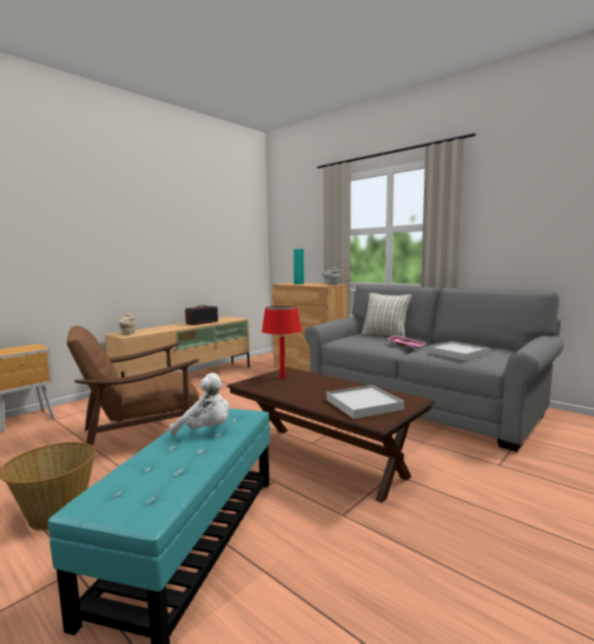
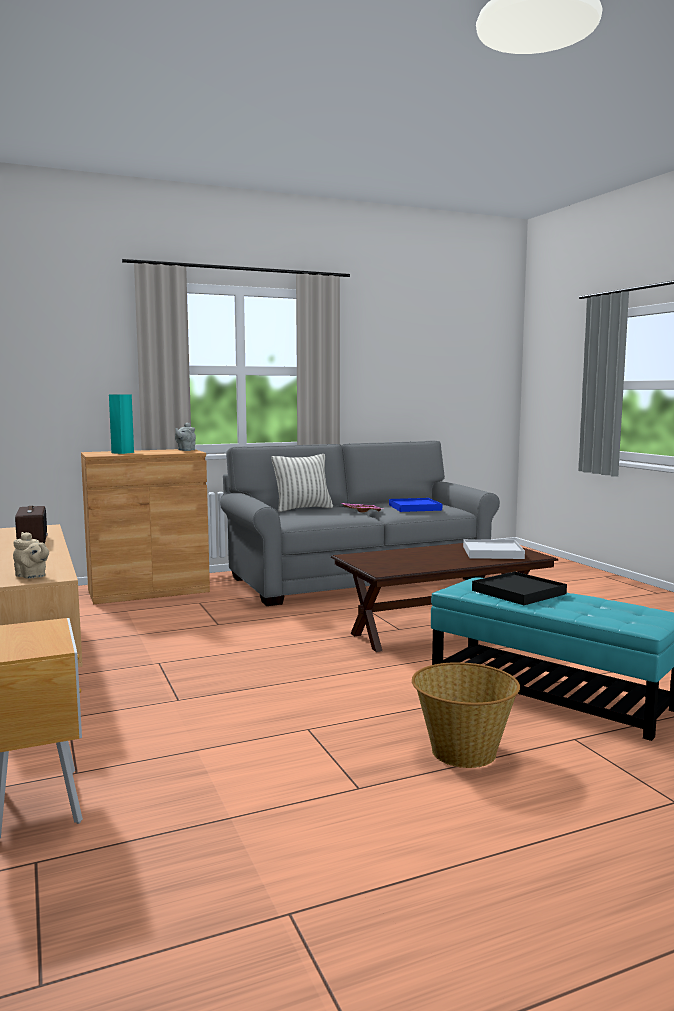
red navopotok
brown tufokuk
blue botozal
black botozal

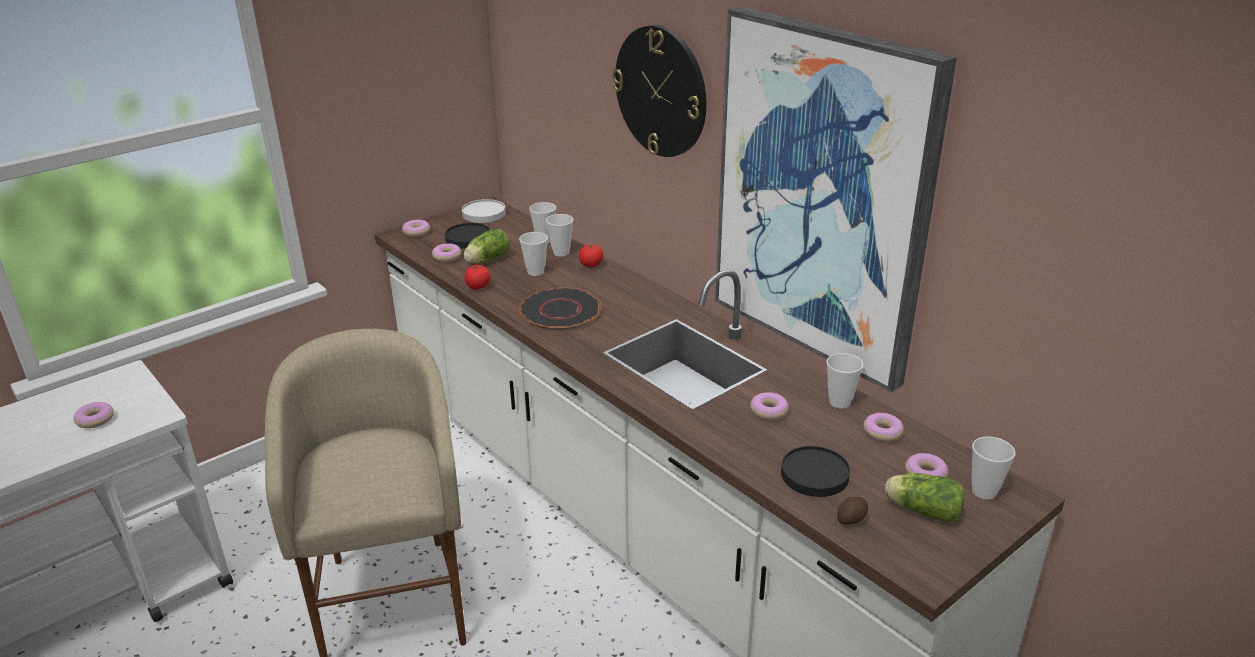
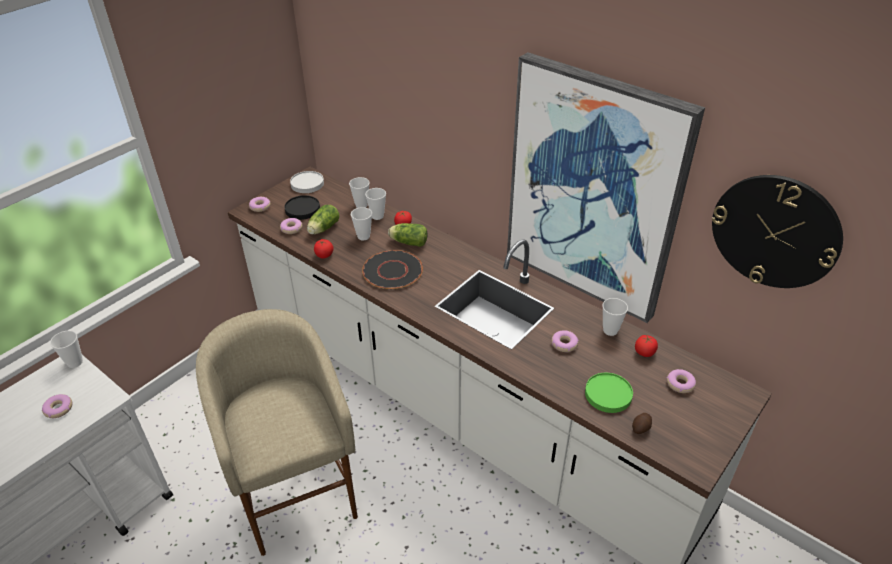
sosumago
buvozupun (3rd from left)
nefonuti (1st from left)
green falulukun
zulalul (2nd from left)

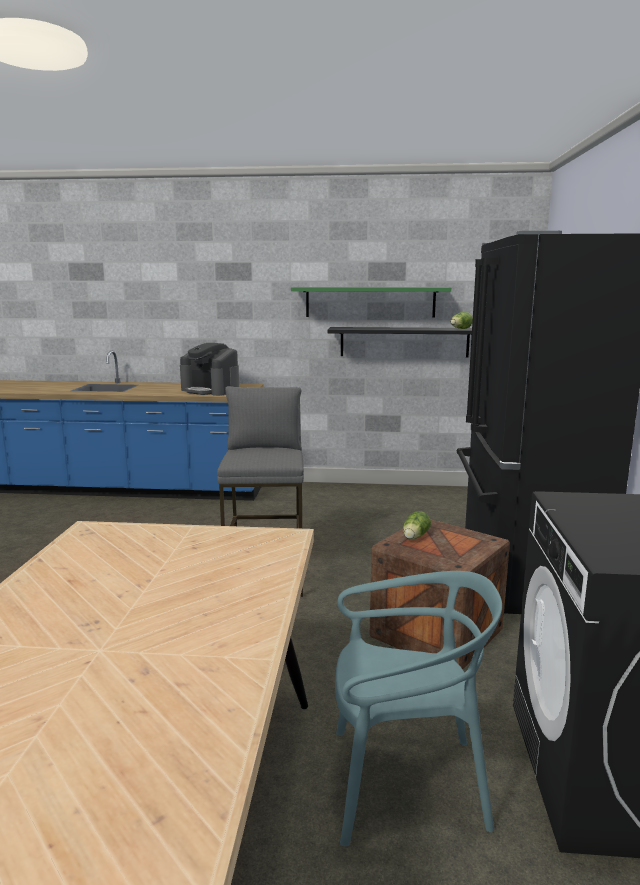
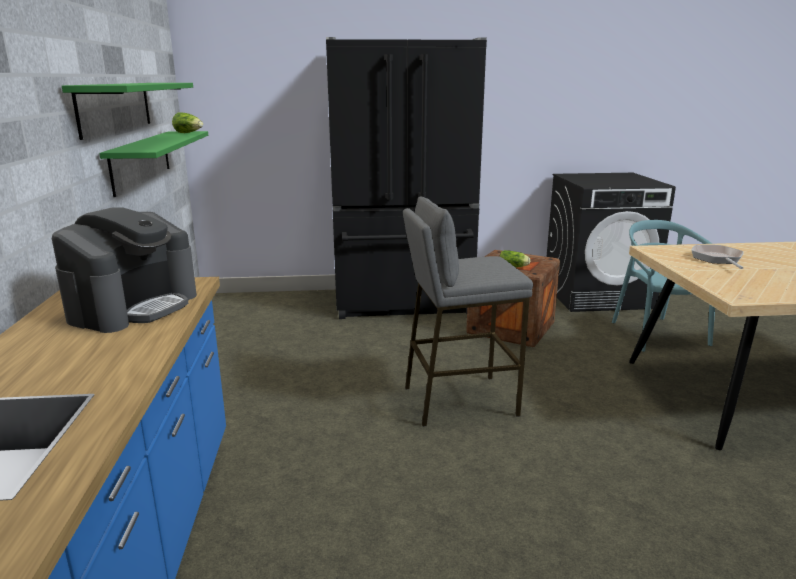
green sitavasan (2nd from left)
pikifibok

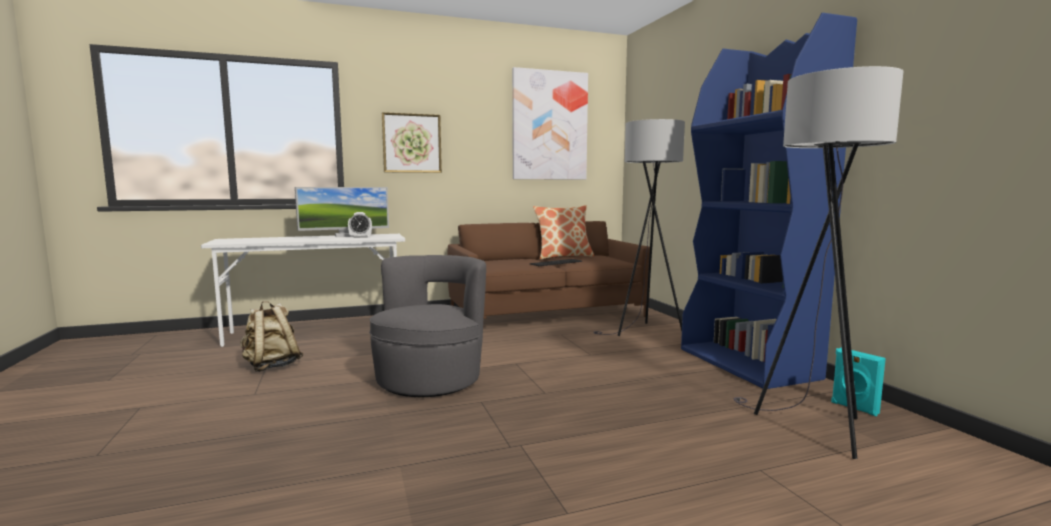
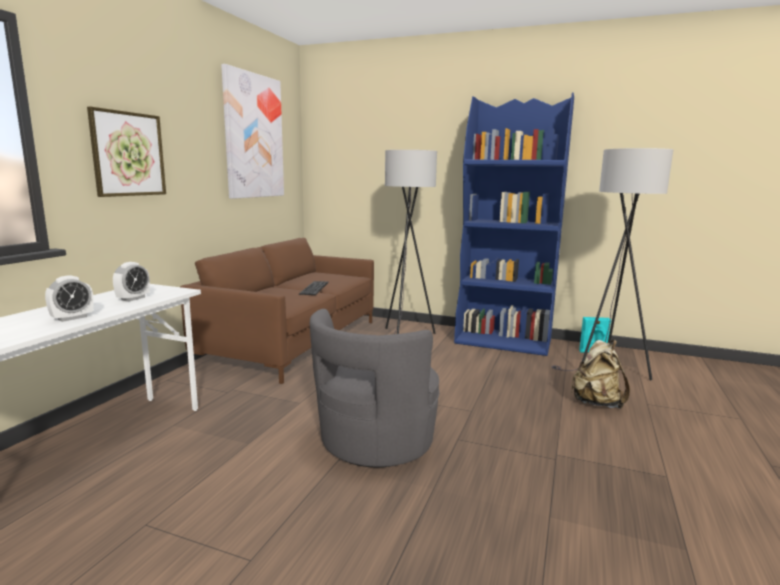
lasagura
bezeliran
grey tufokuk
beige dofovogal
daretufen (1st from left)

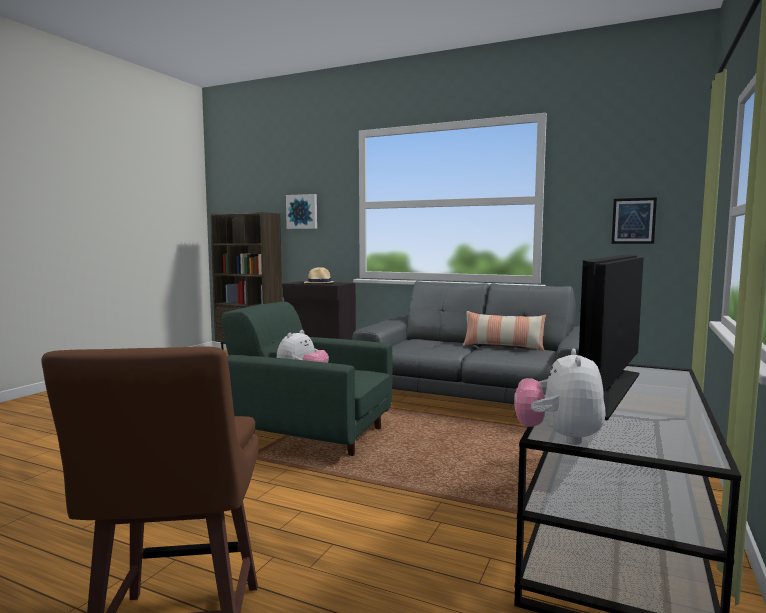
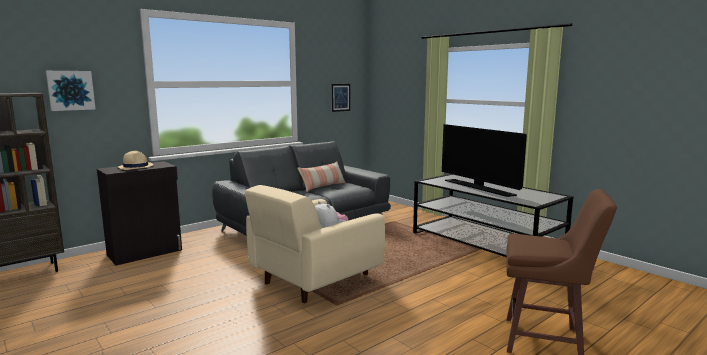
beige tufokuk
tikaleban (2nd from left in the first image)

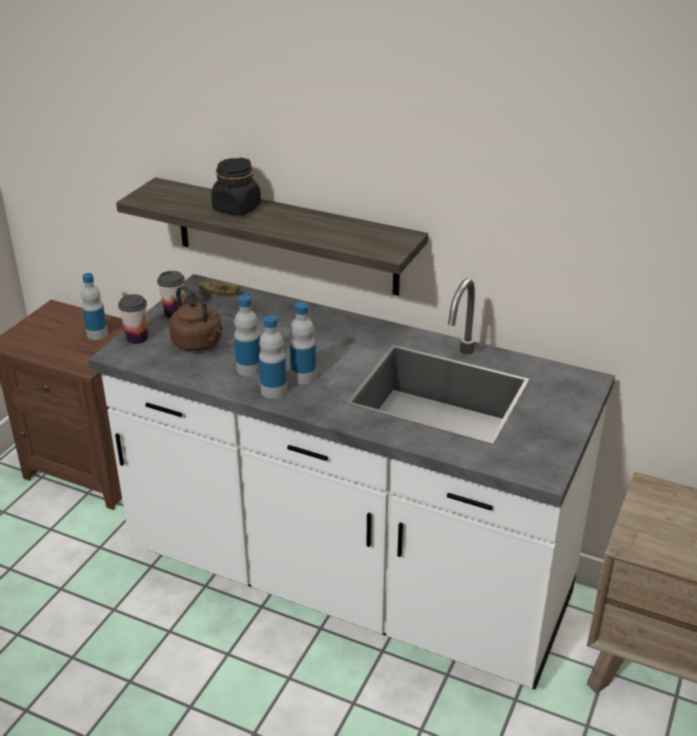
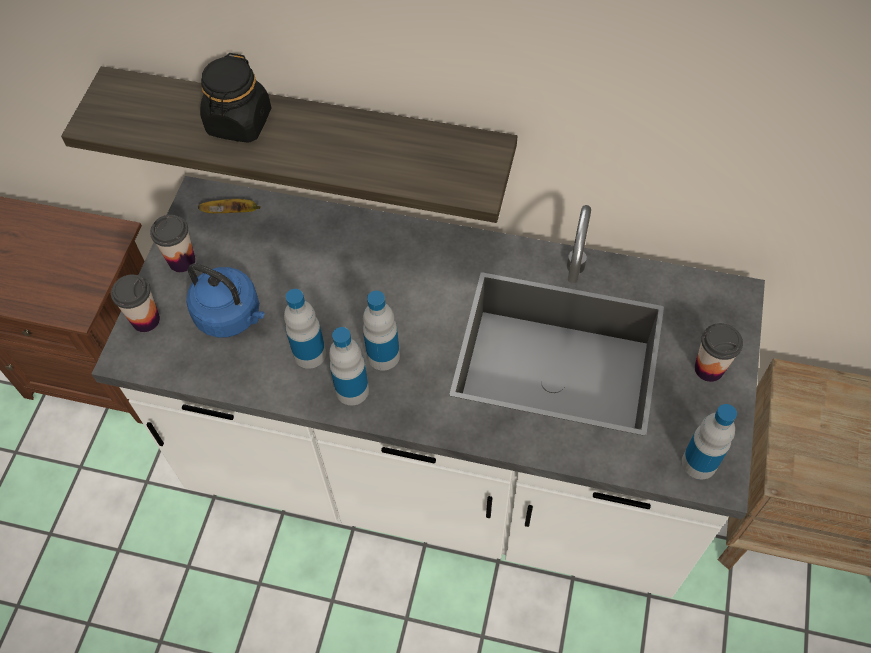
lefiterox (4th from left)
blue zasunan
nefonuti (3rd from left)

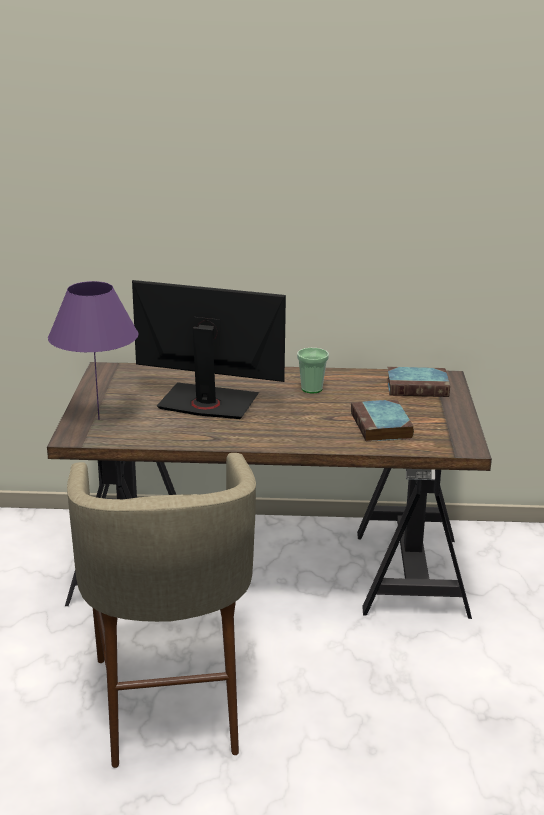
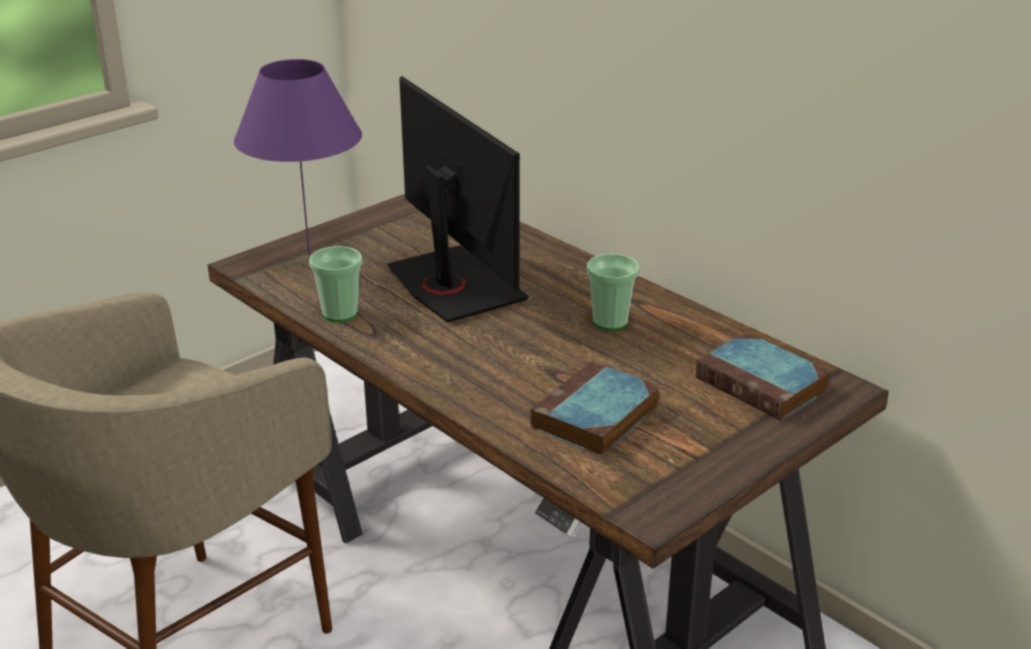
nefonuti (1st from left)

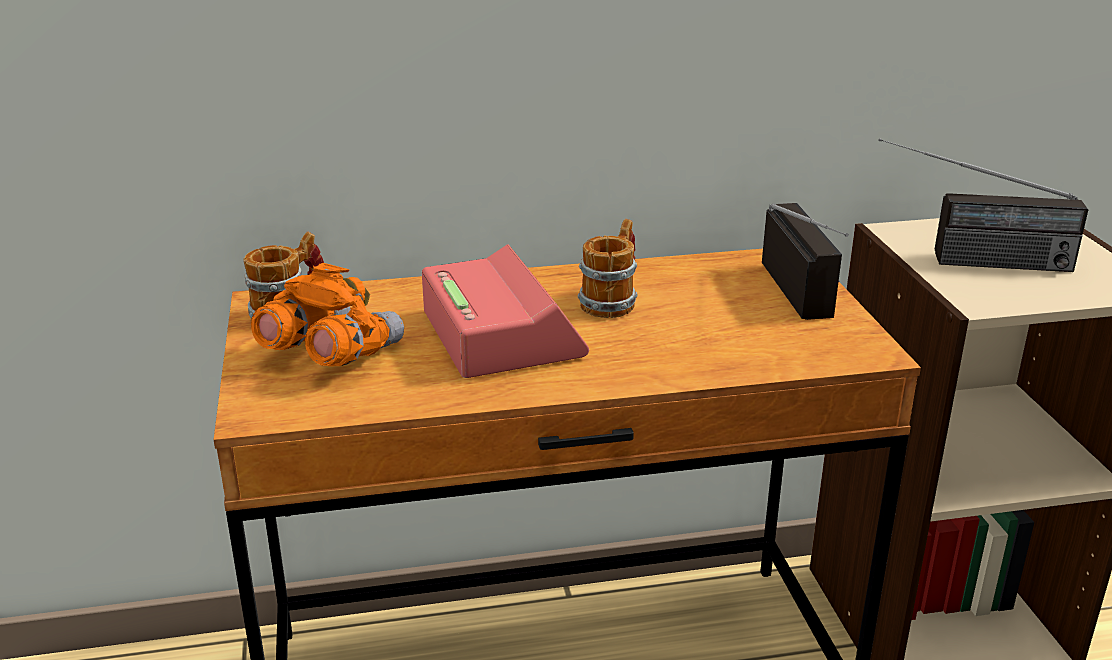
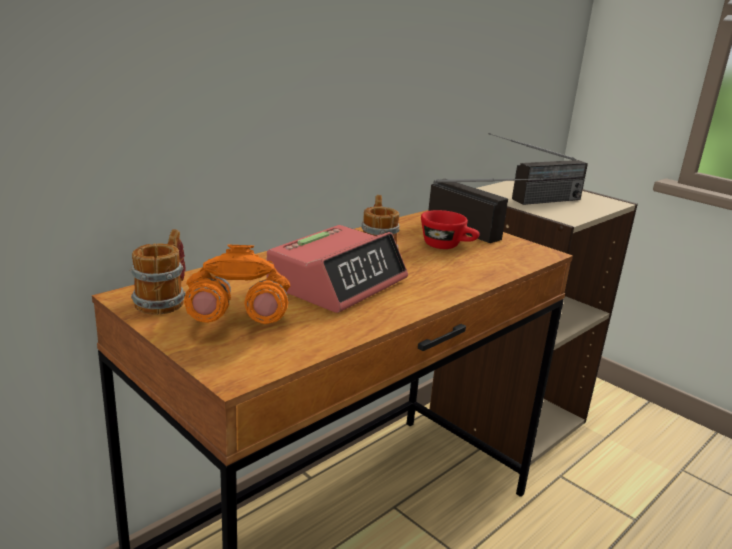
daretufen
red nefonuti

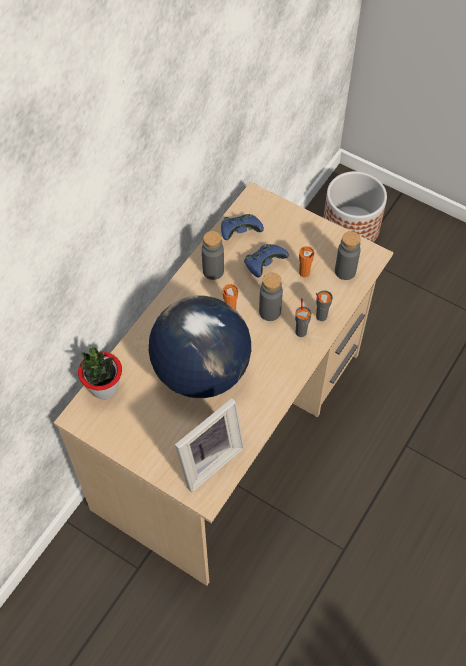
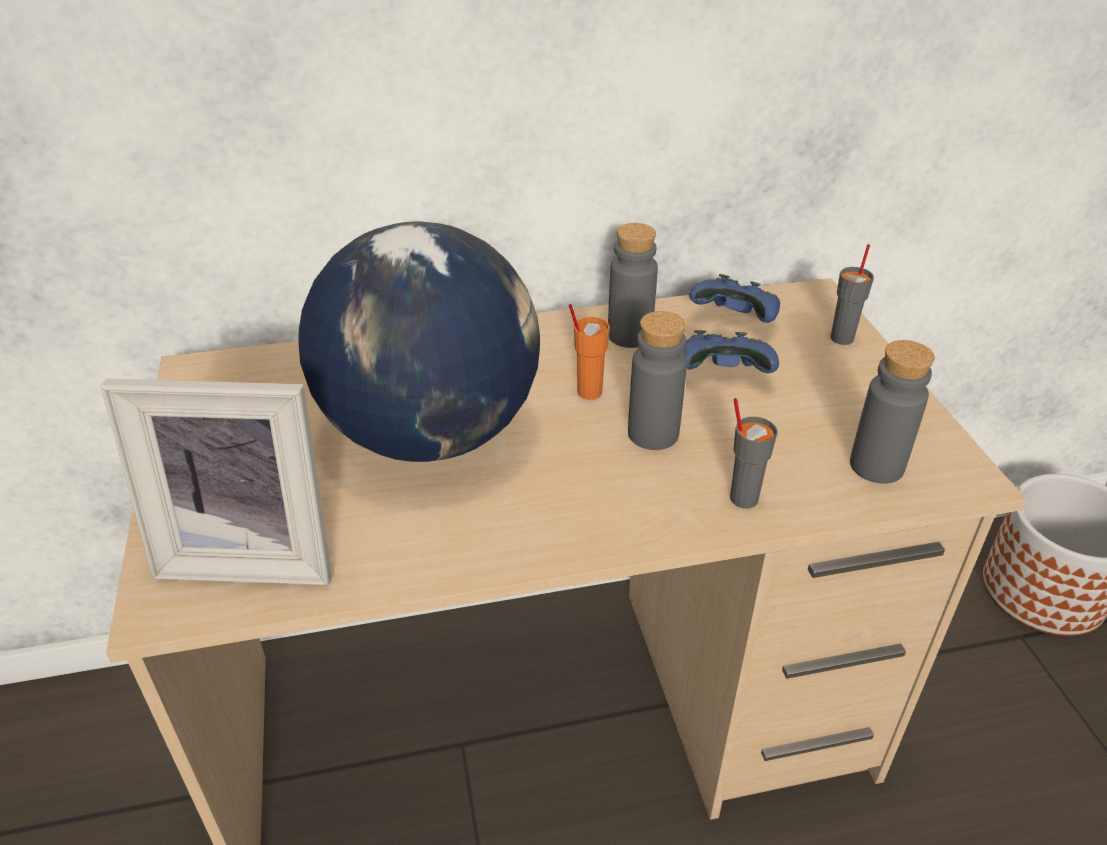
orange nefonuti (2nd from left in the first image)
grey nefonuti (2nd from left)
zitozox

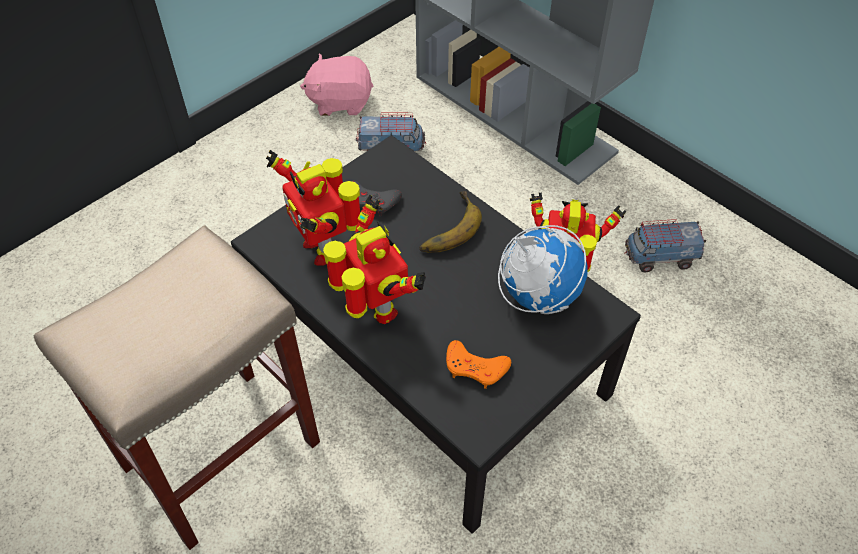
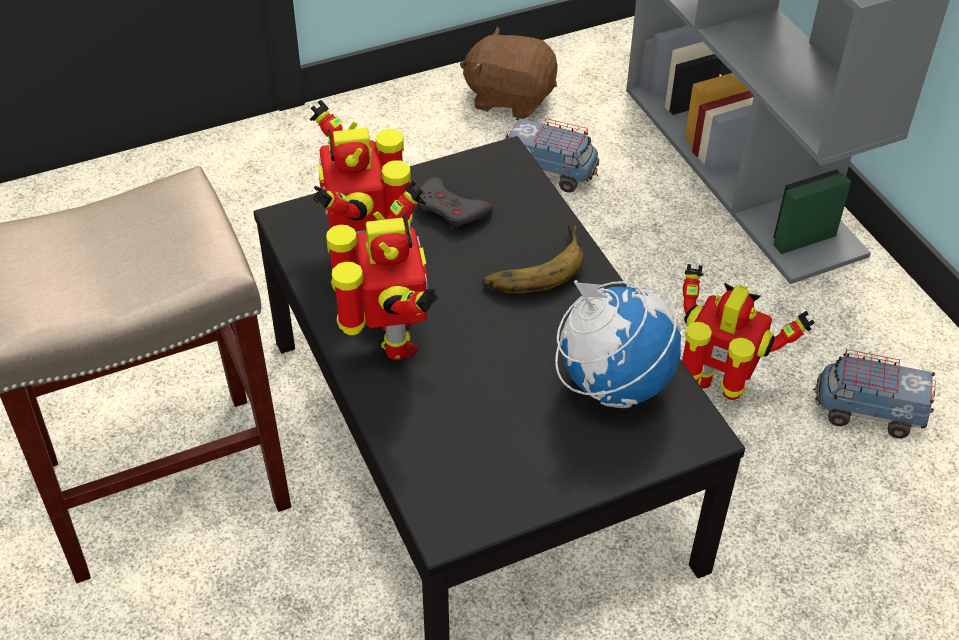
brown tikaleban
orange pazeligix

